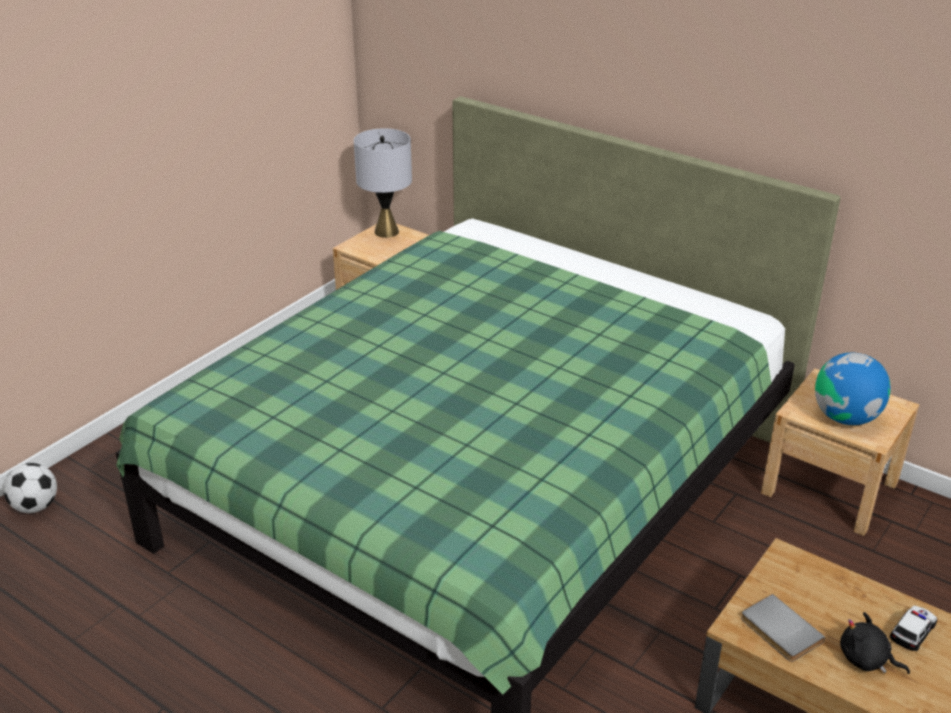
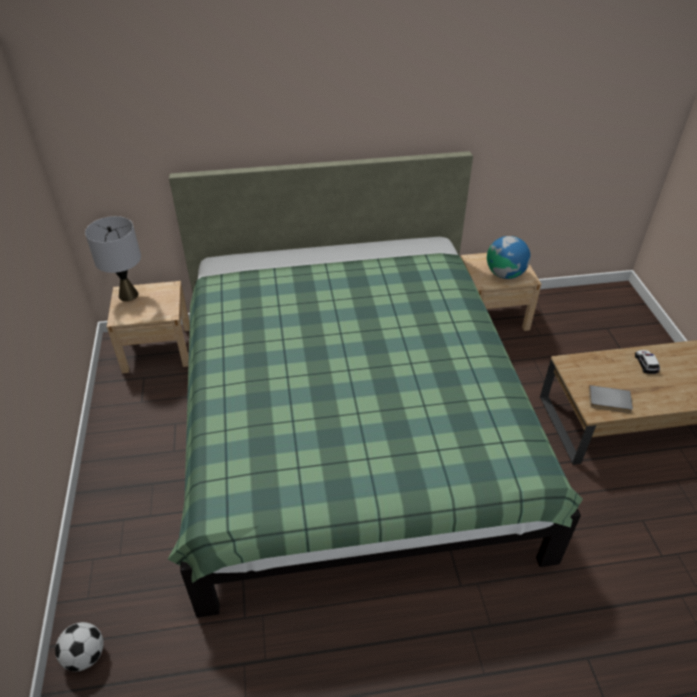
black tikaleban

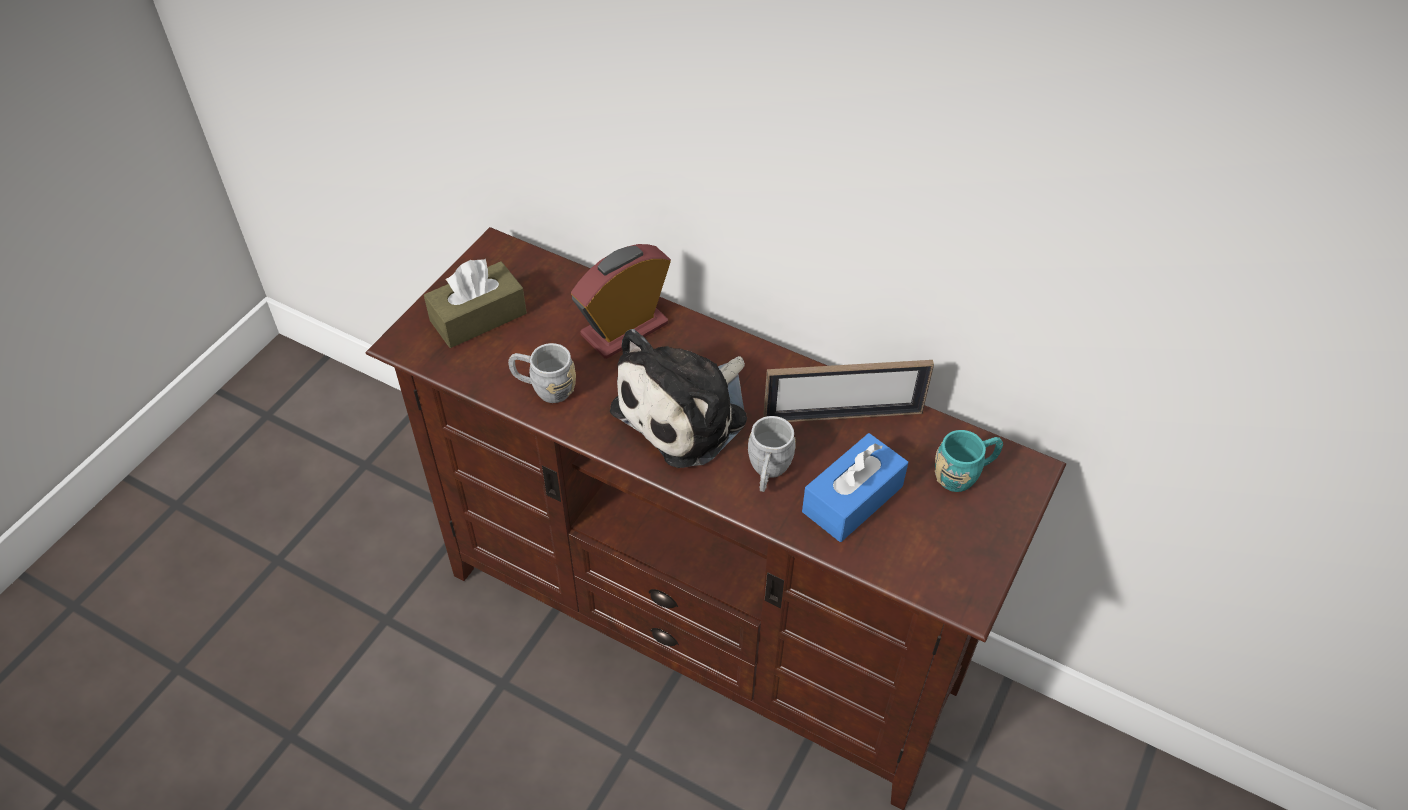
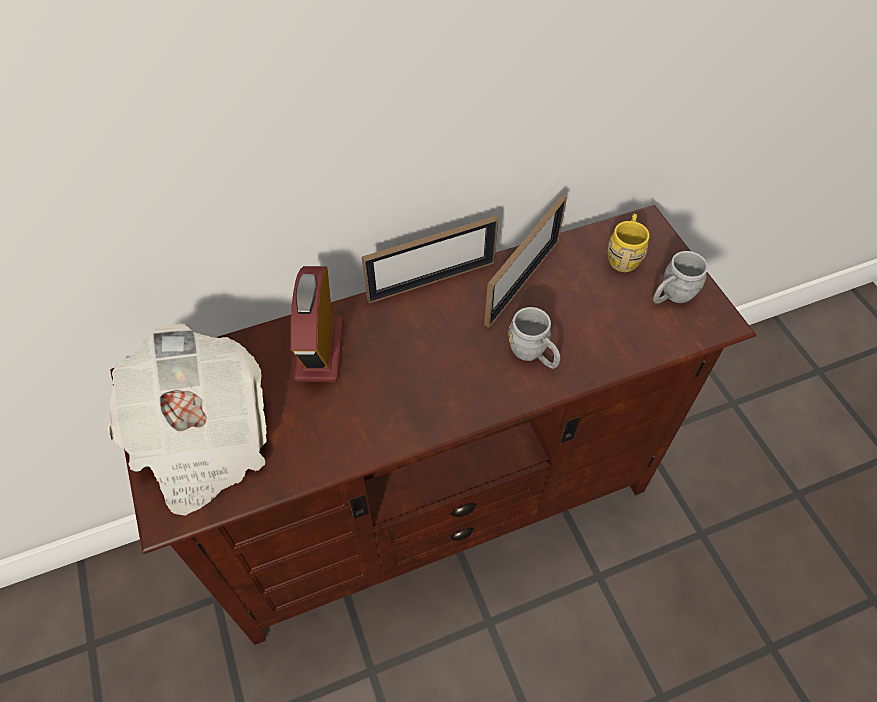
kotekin
tikaleban
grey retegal (2nd from left)
yellow retegal
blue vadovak
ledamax (1st from left)

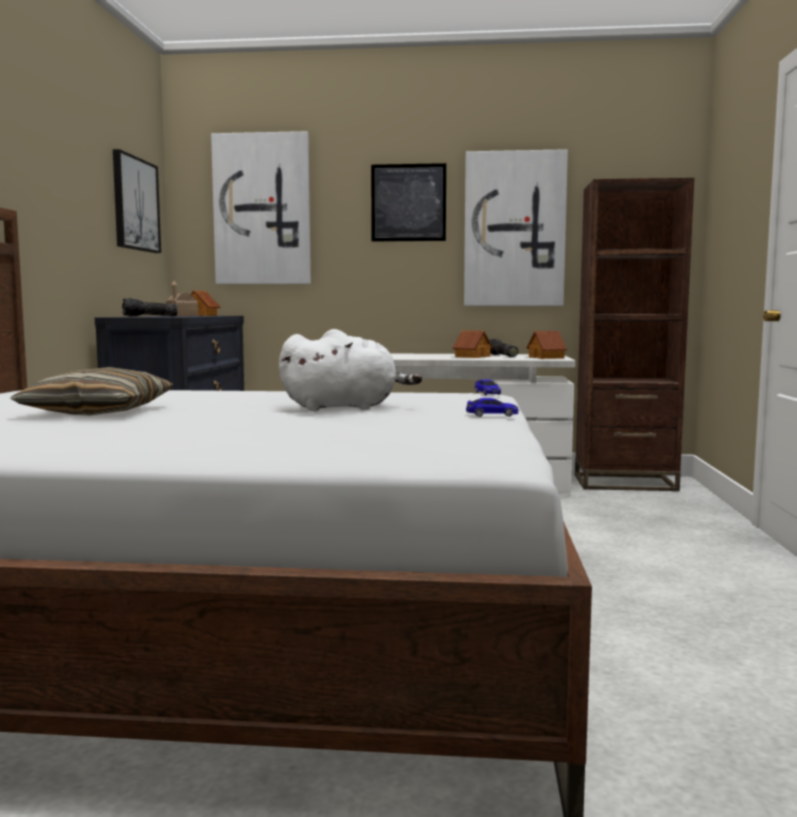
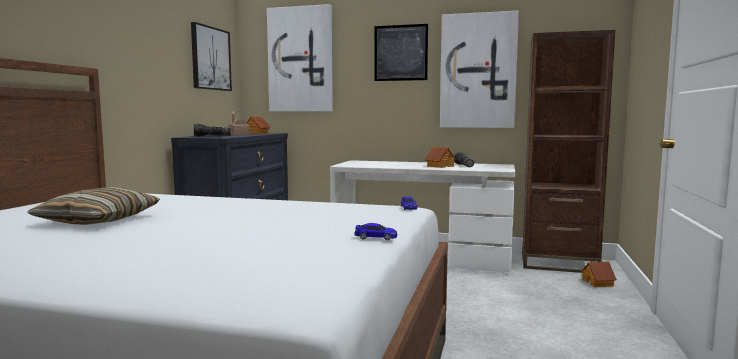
white tikaleban
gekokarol (4th from left)

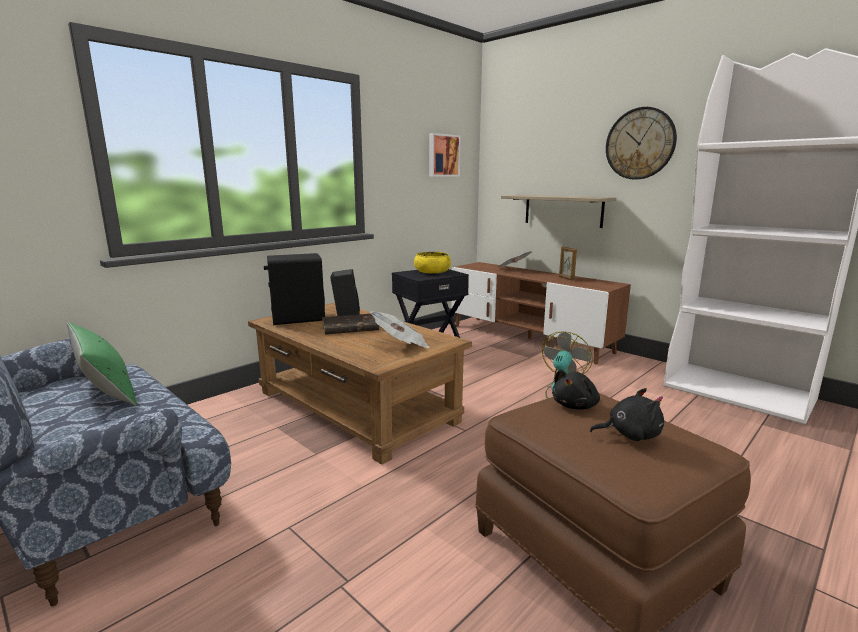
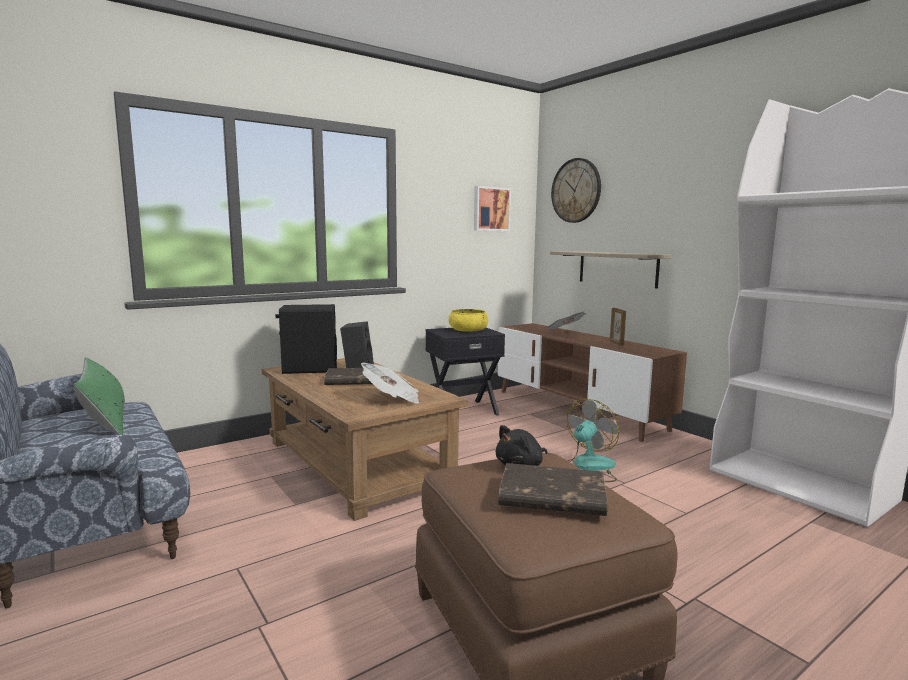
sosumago
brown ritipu (2nd from left)

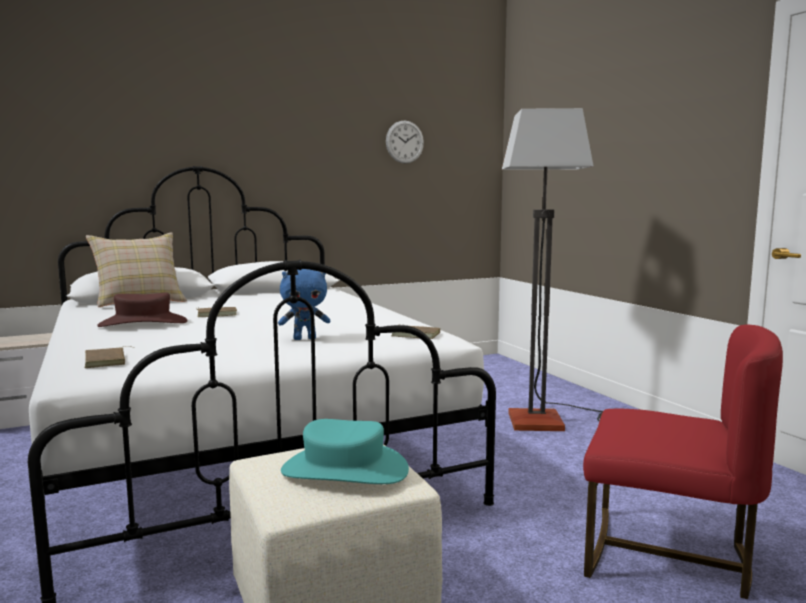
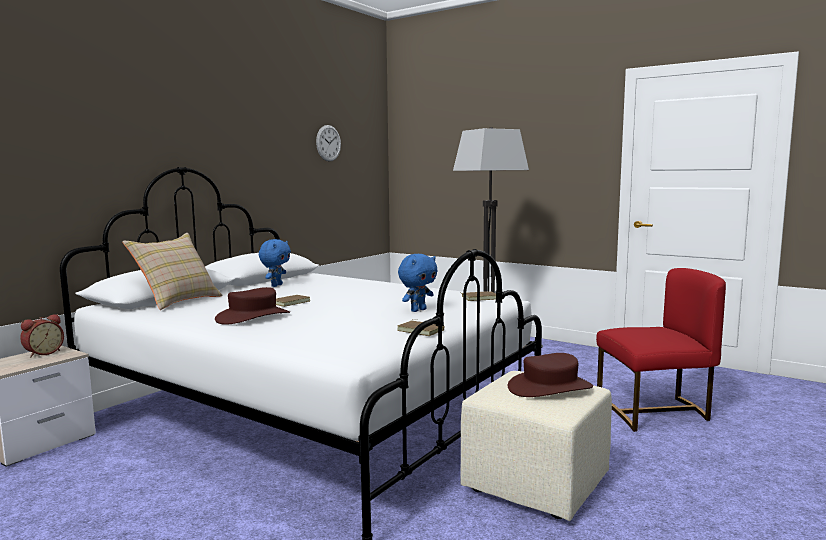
brown ritipu (2nd from left)
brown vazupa (2nd from left)
blue tikaleban (1st from left)
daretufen

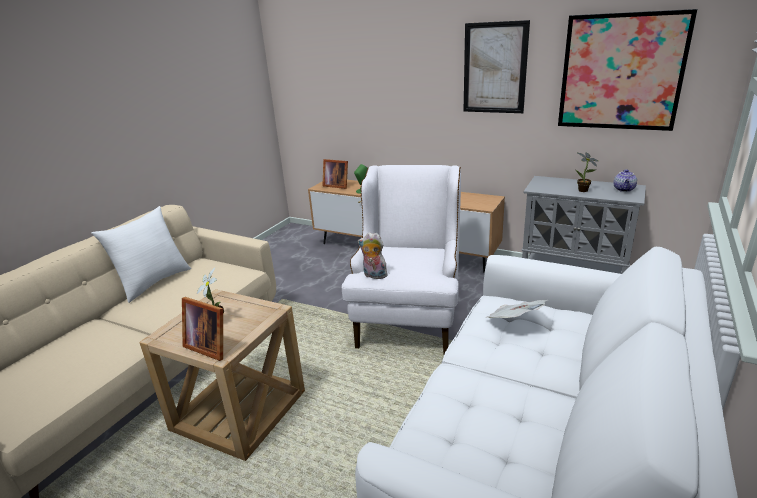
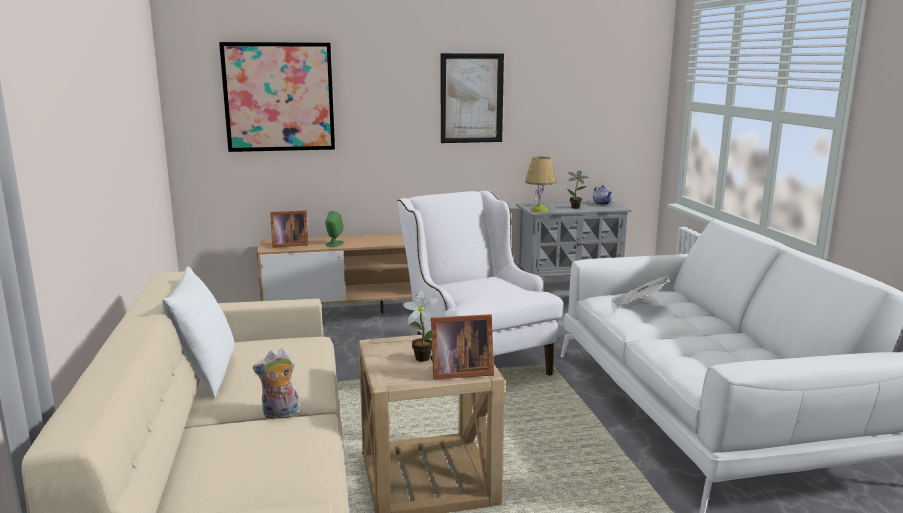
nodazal (1st from left)
tikaleban
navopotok

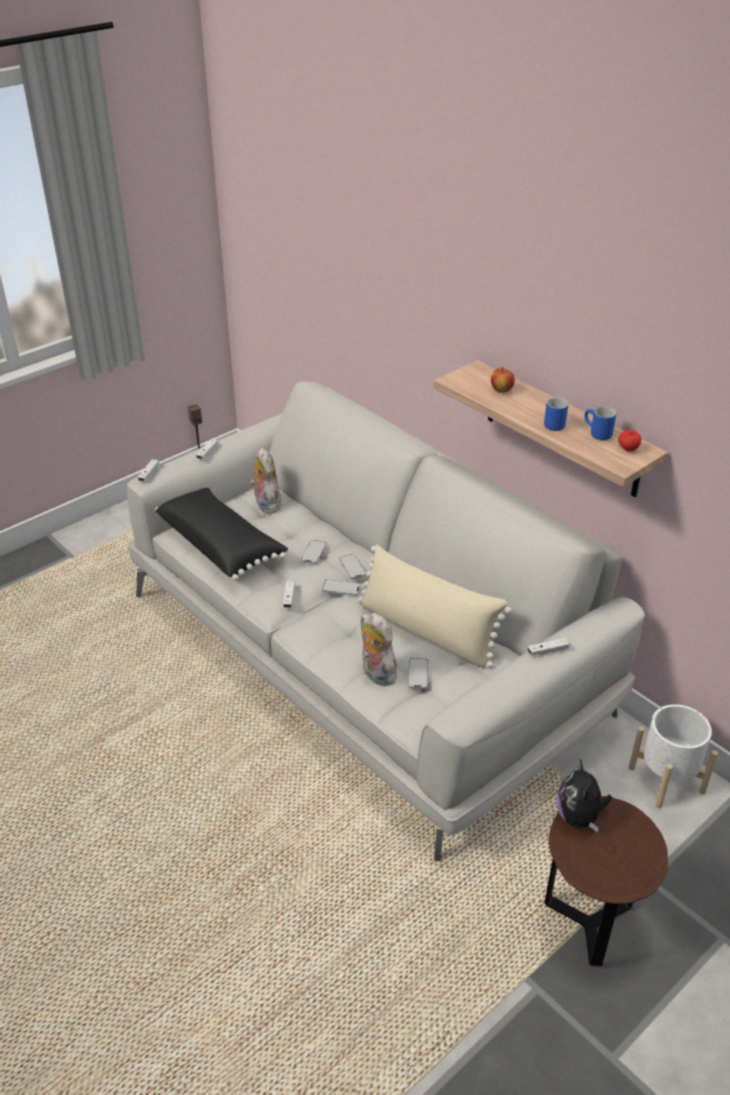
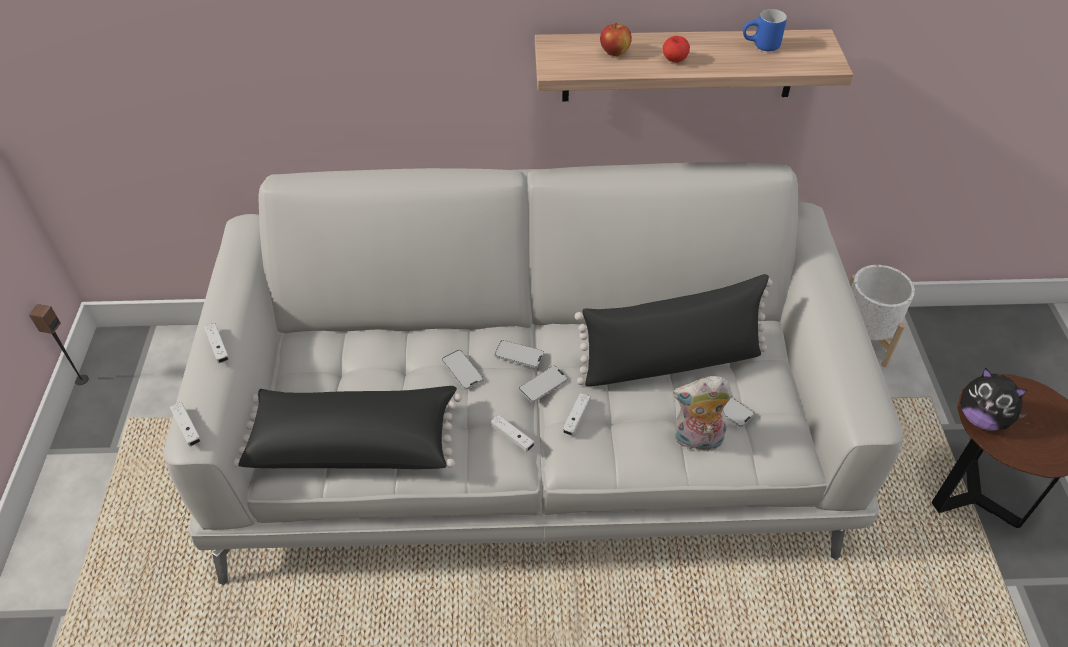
blue retegal (1st from left in the first image)
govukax (2nd from left)
tikaleban (1st from left in the first image)
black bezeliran (2nd from left)
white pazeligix (4th from left)

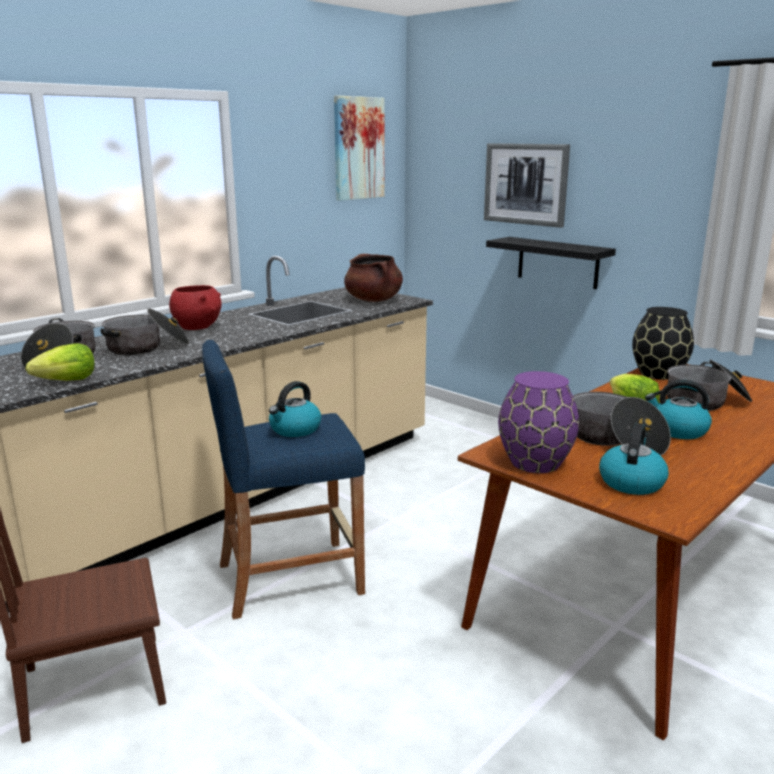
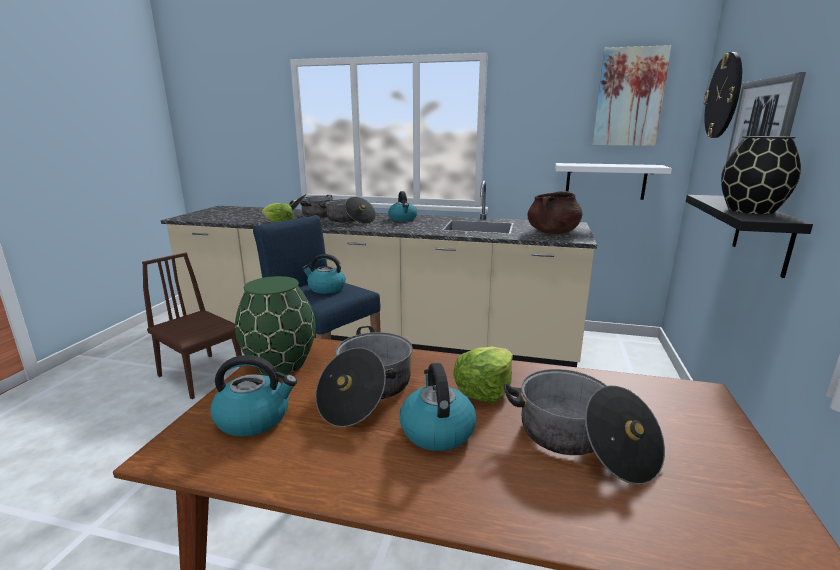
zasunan (3rd from left)
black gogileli
green gogileli
sosumago
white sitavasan

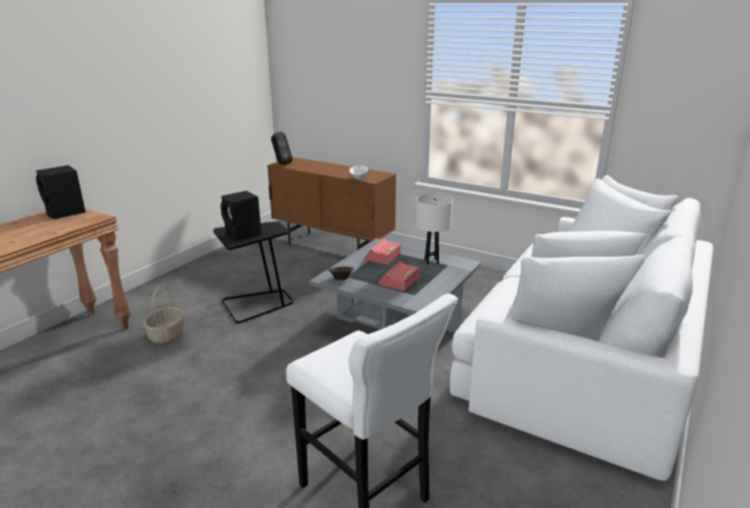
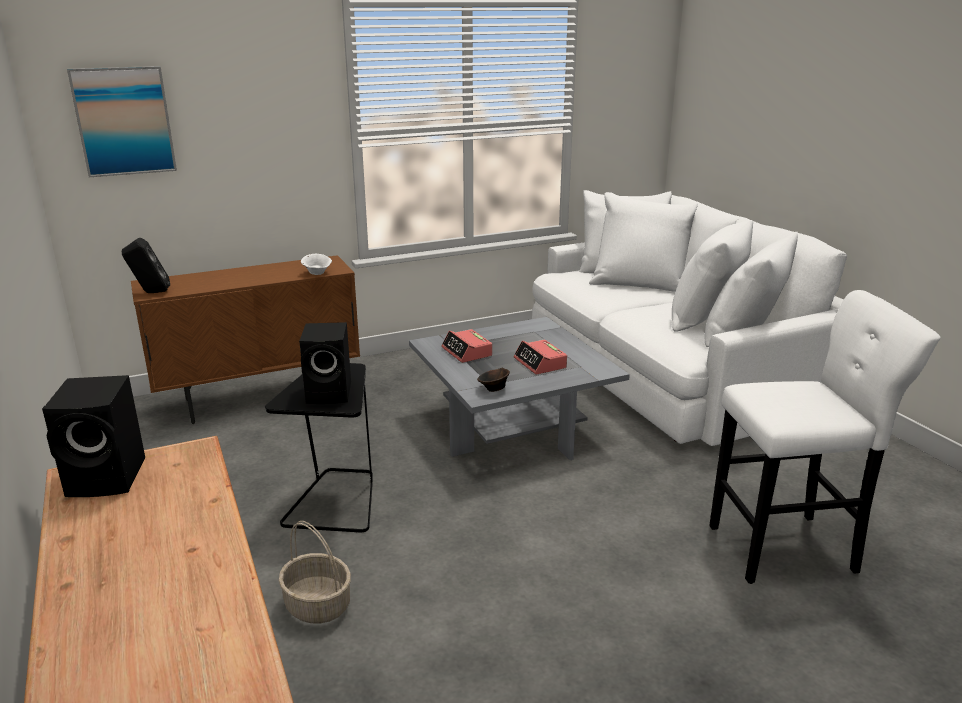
white navopotok
nodazal

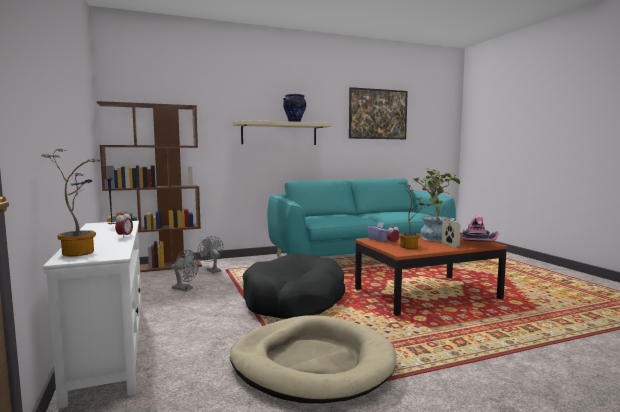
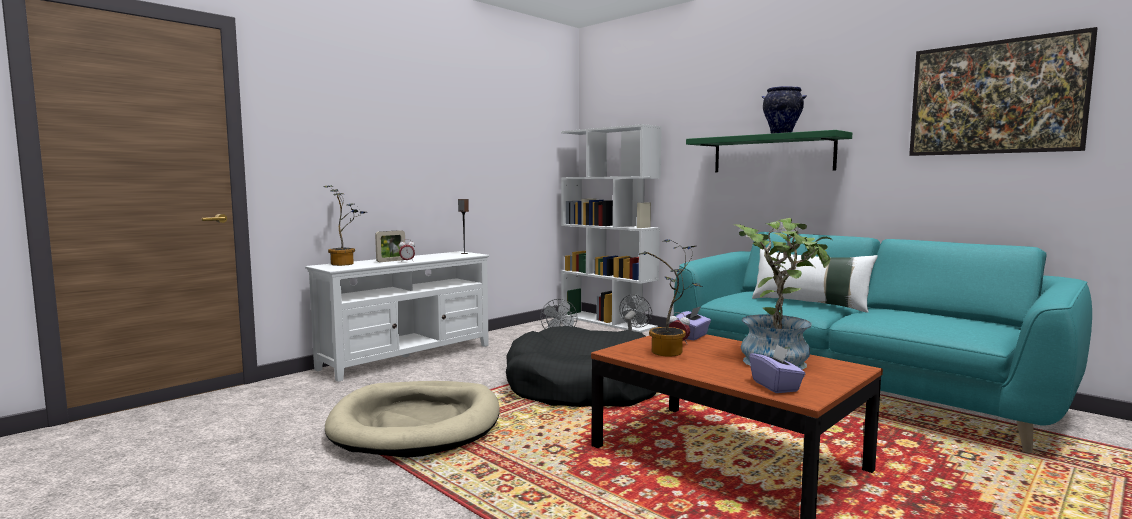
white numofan
green sitavasan
purple vadovak (2nd from left)
ledamax
white bezeliran

